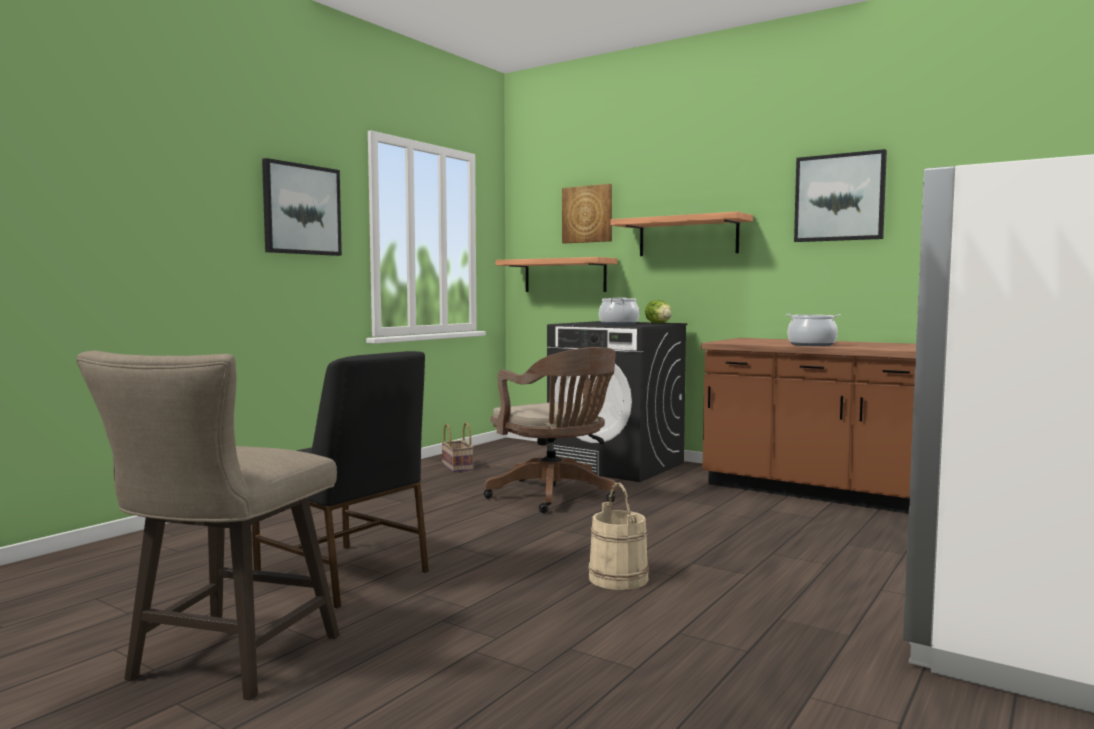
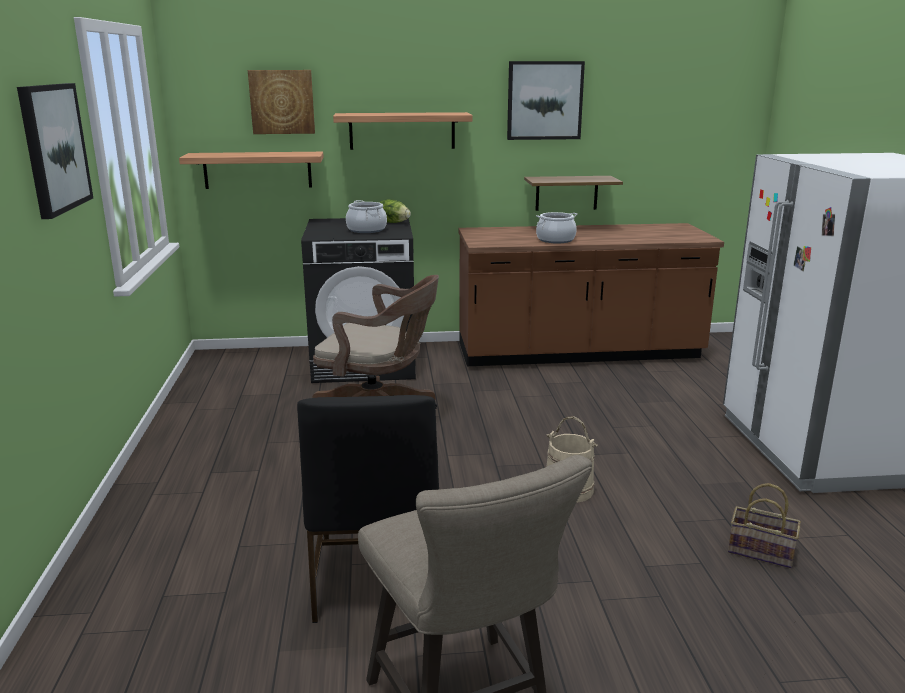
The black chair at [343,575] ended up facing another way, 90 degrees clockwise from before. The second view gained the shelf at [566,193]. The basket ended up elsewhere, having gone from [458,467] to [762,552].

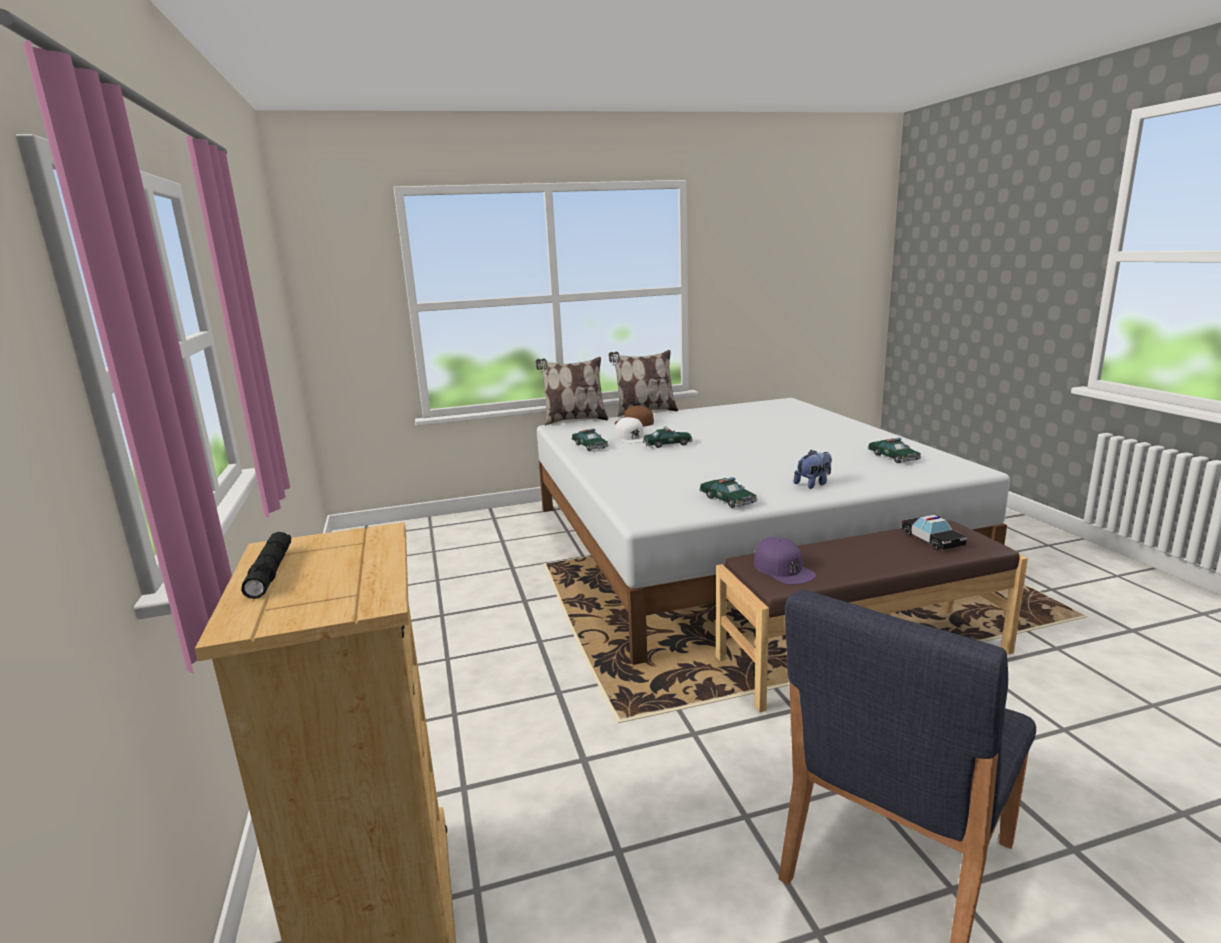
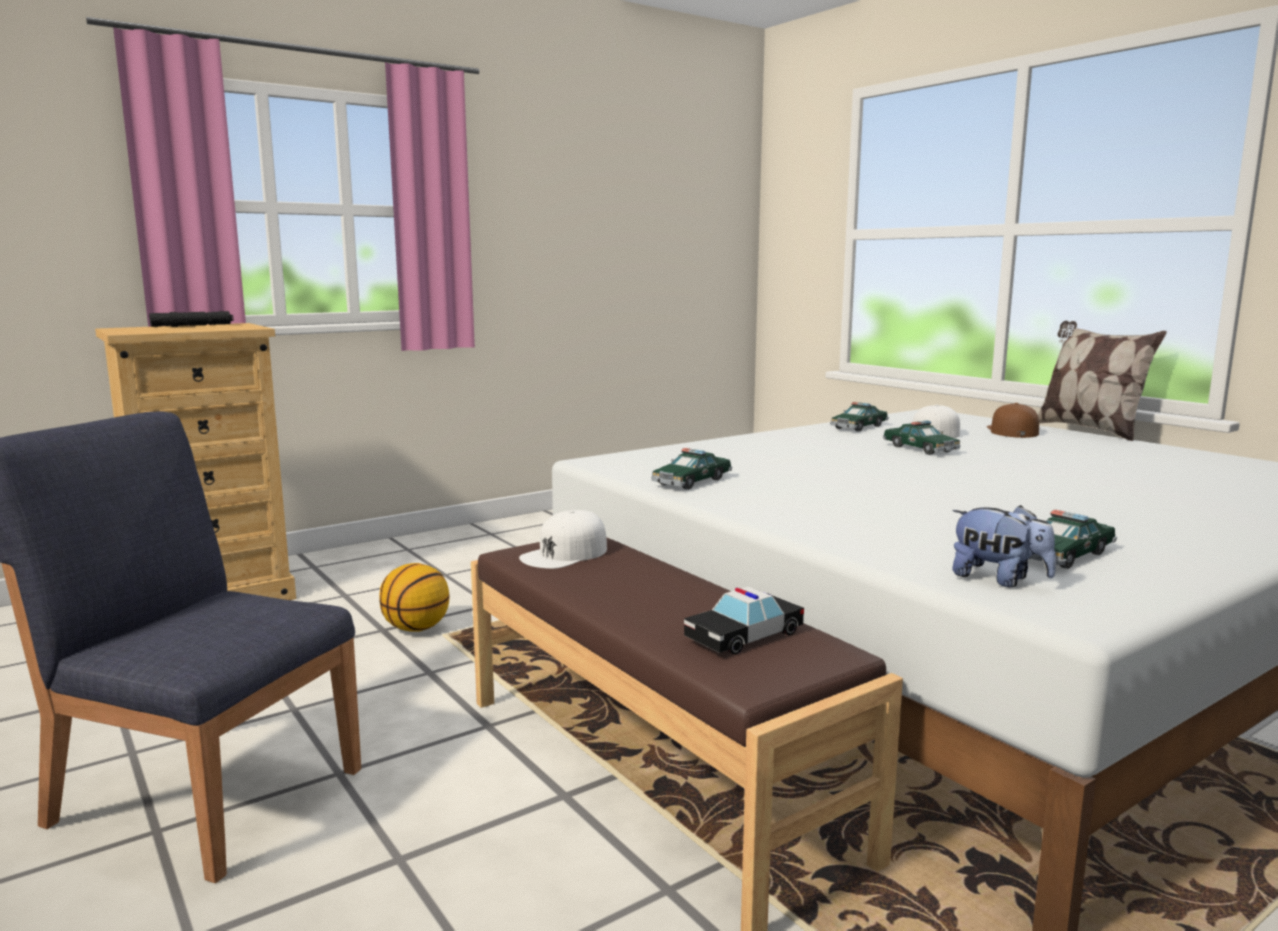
The second view gained the basketball at [416,629]. What was the purple cap at [783,569] turned into the white cap at [565,554]. The plush toy ended up elsewhere, having gone from [813,484] to [998,579]. The second view lost the pillow at [574,420].

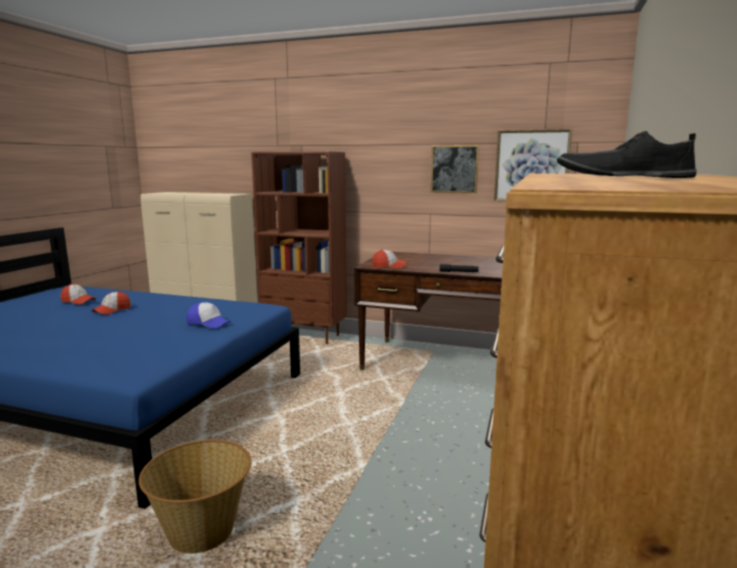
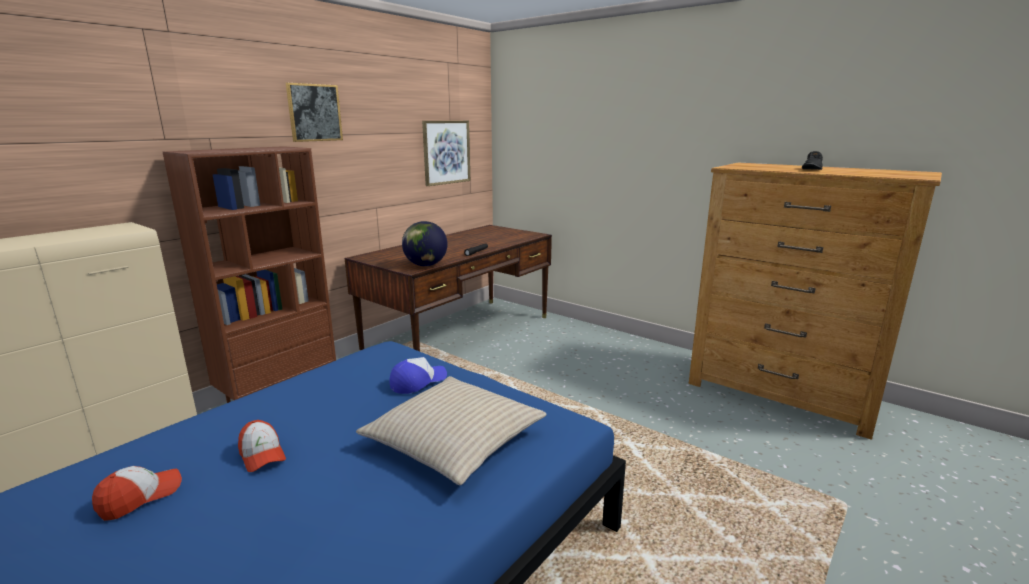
The picture ended up elsewhere, having gone from [454,169] to [314,112]. The second view gained the beige pillow at [454,440]. Where the cap stood at [389,266], the globe came to stand at [425,265]. The second view lost the basket at [202,532].

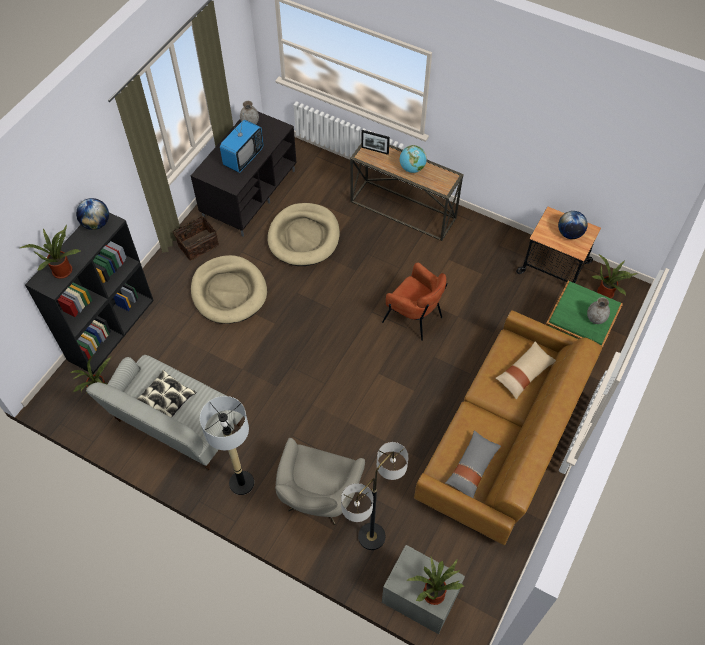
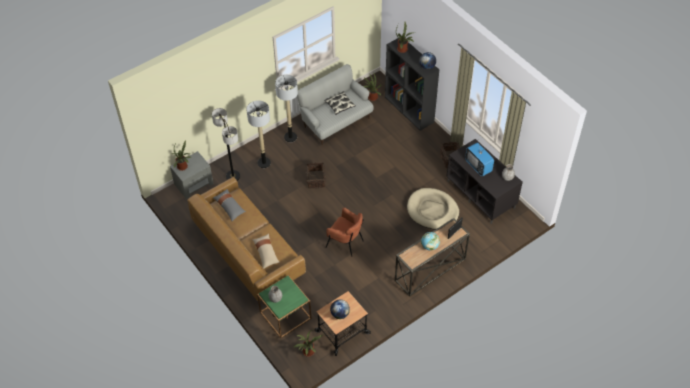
Where the grey armchair stood at [318,499], the floor lamp came to stand at [264,162]. The second view gained the basket at [315,180]. The brown armchair at [414,317] ended up facing another way, 120 degrees counterclockwise from before. The second view lost the beige dog bed at [229,292].

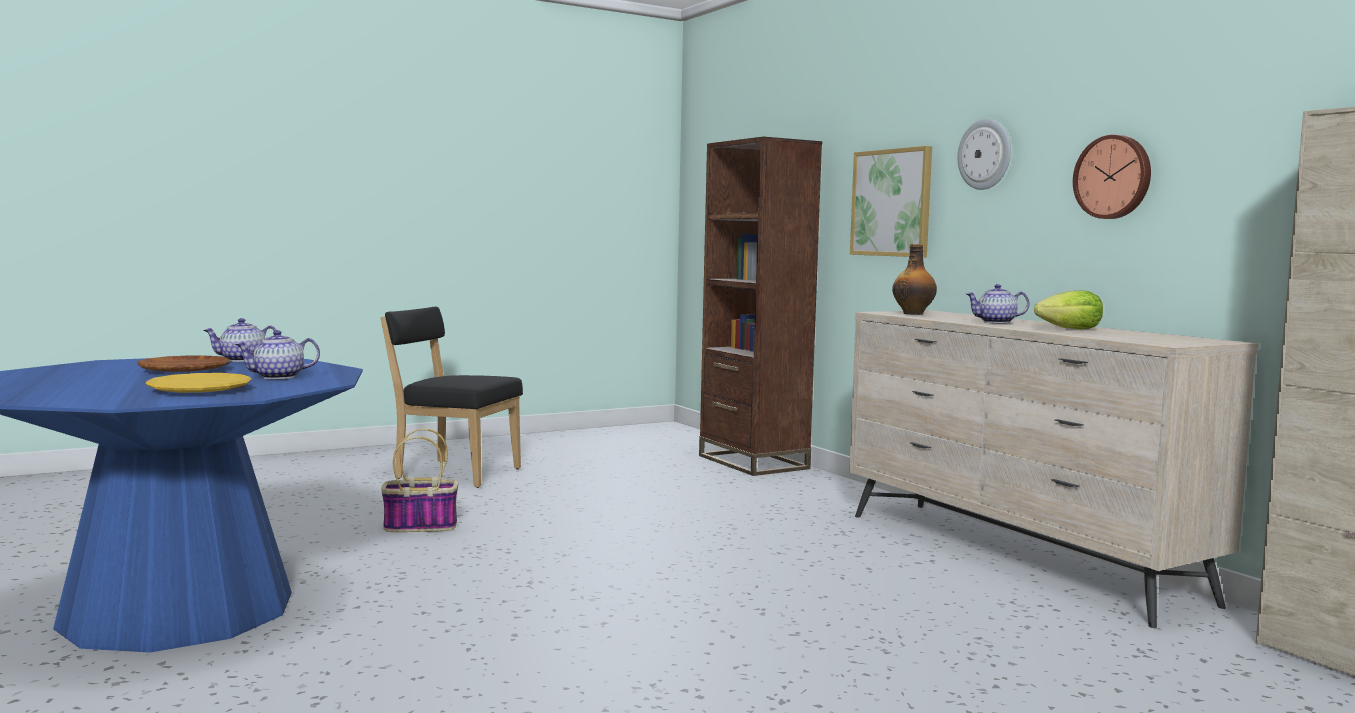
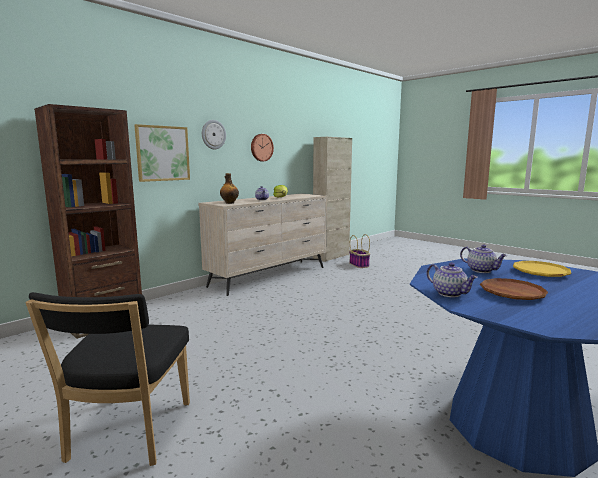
The basket ended up elsewhere, having gone from [419,526] to [359,265].

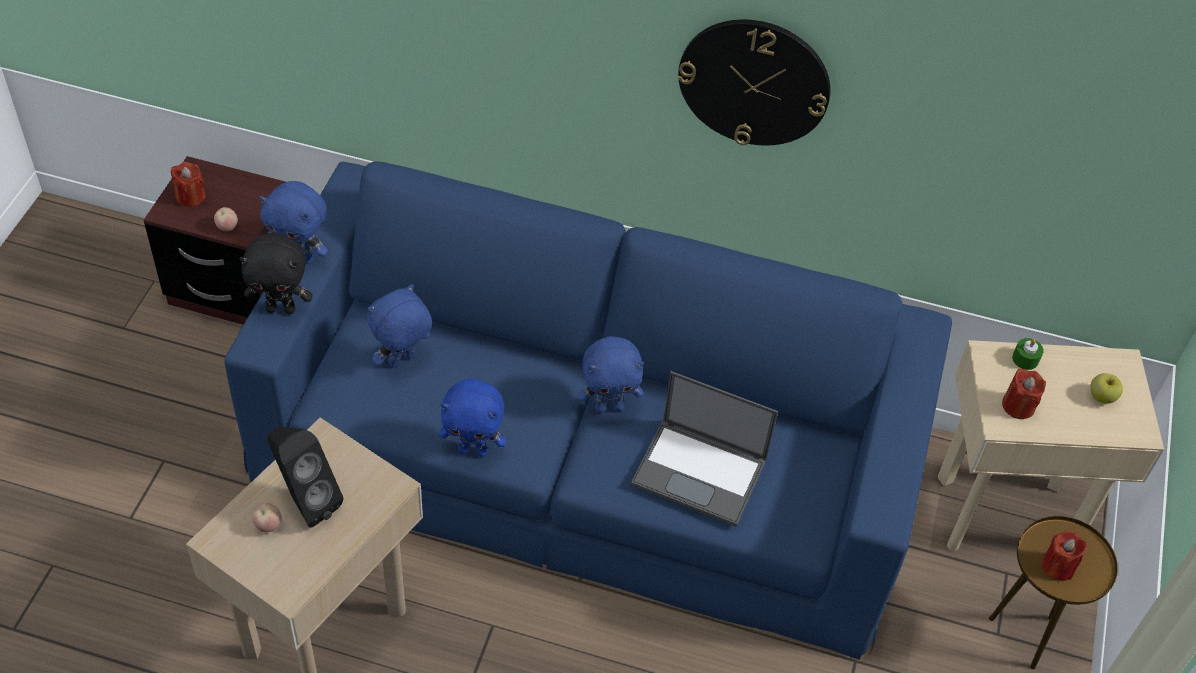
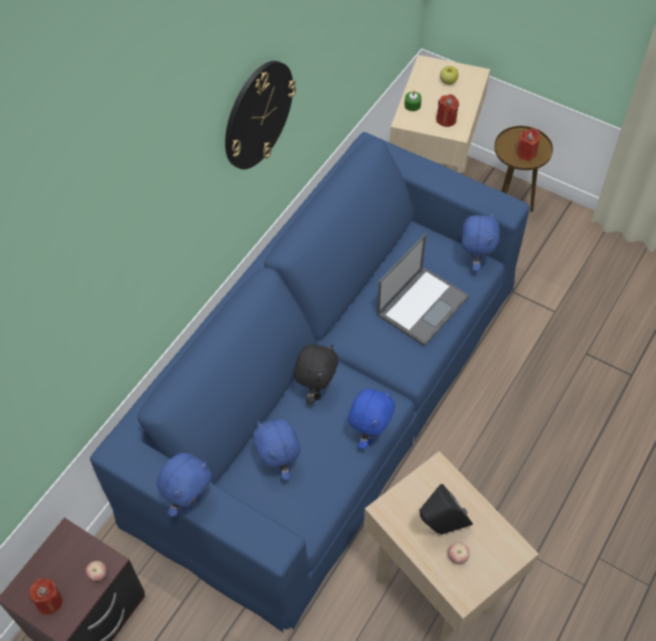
The black plush toy ended up elsewhere, having gone from [281,308] to [316,391]. The blue plush toy ended up elsewhere, having gone from [609,406] to [474,262].

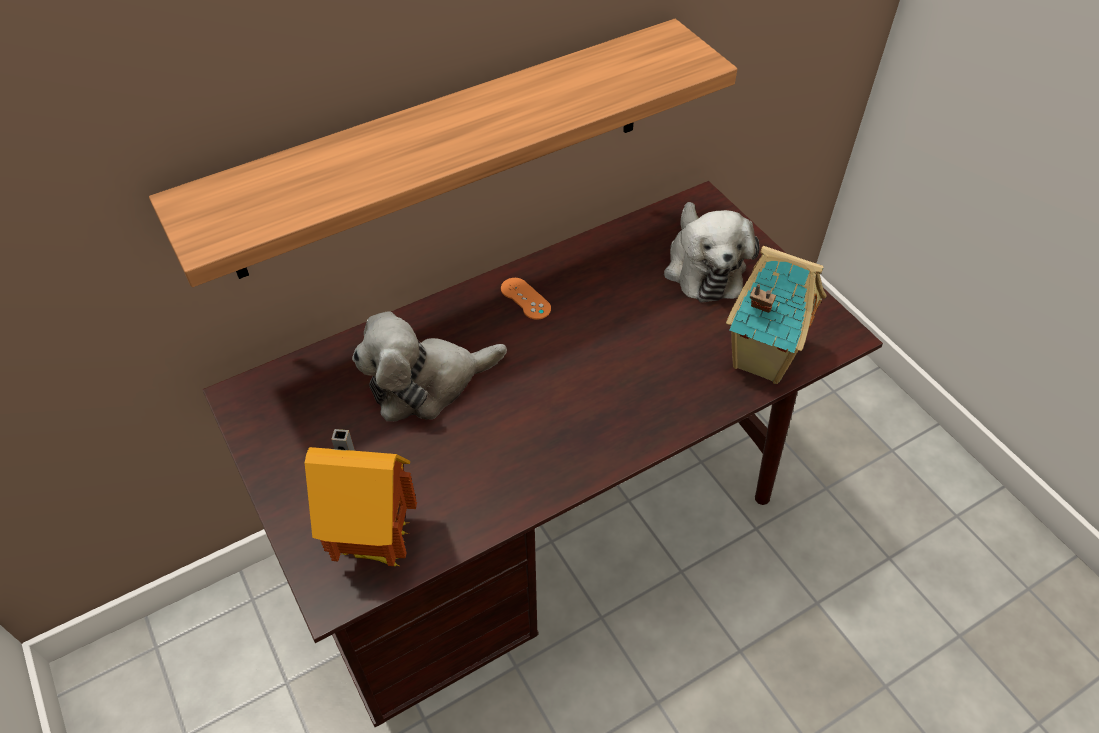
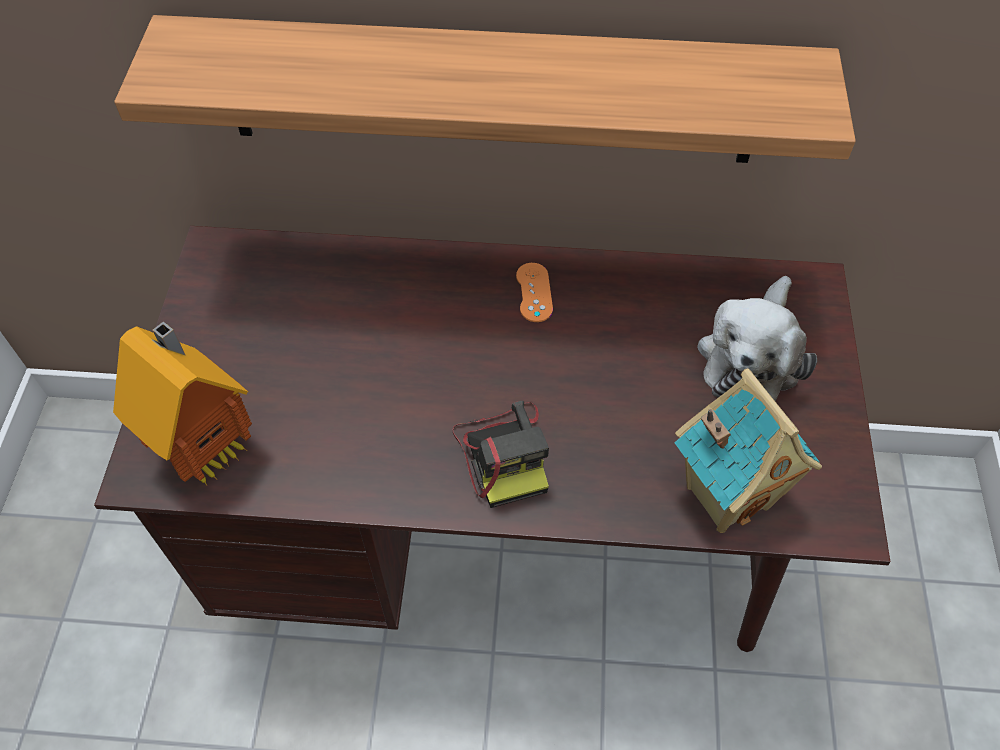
The second view gained the photo camera at [504,453]. The second view lost the plush toy at [427,384].

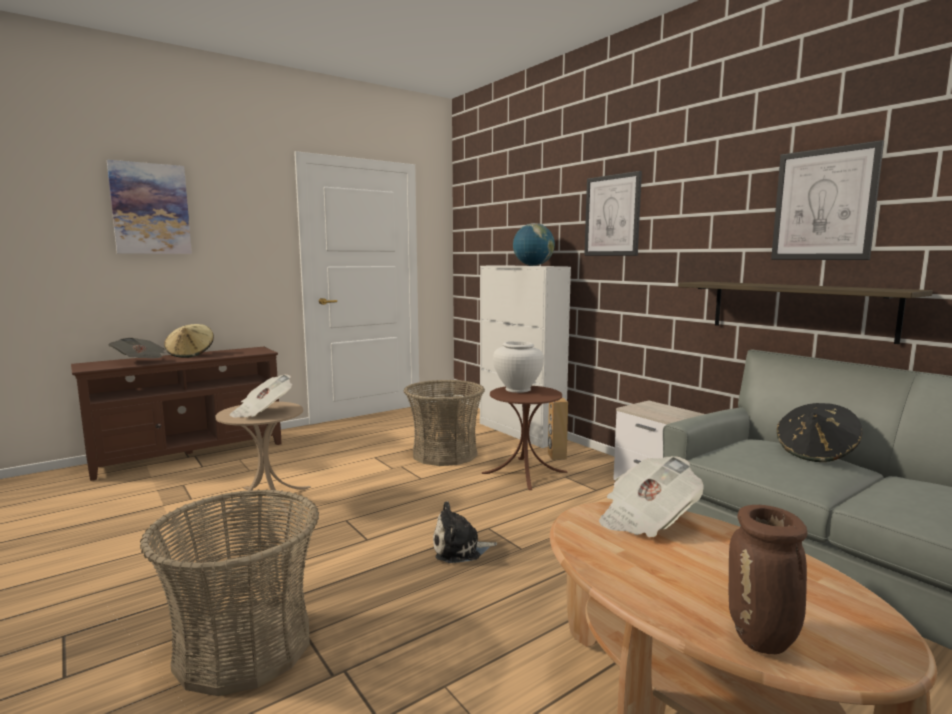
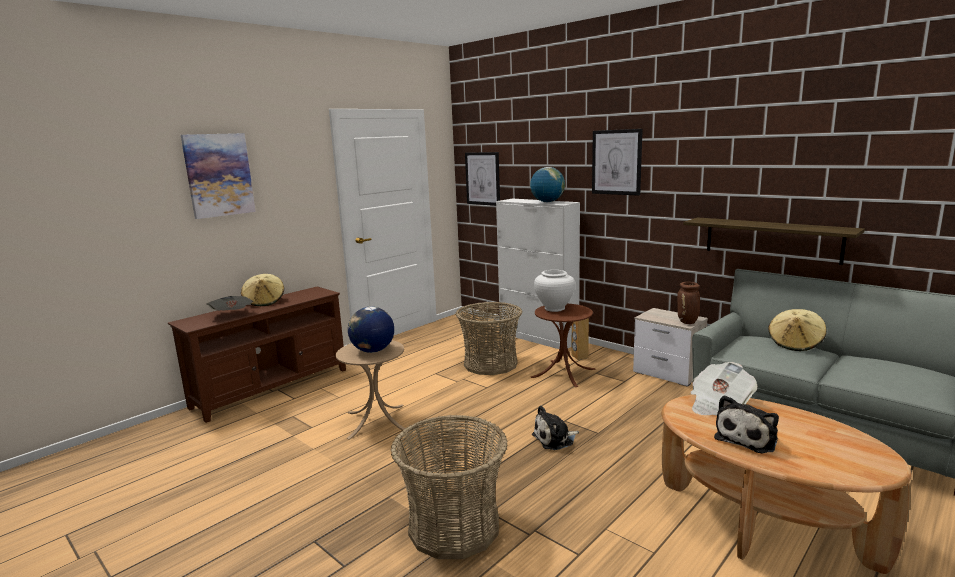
Where the newspaper stood at [262,412], the globe came to stand at [372,351]. The picture ended up elsewhere, having gone from [824,204] to [483,178]. The brown vase ended up elsewhere, having gone from [762,641] to [688,322]. The second view gained the plush toy at [748,438]. What was the black hat at [816,453] turned into the beige hat at [795,344].

